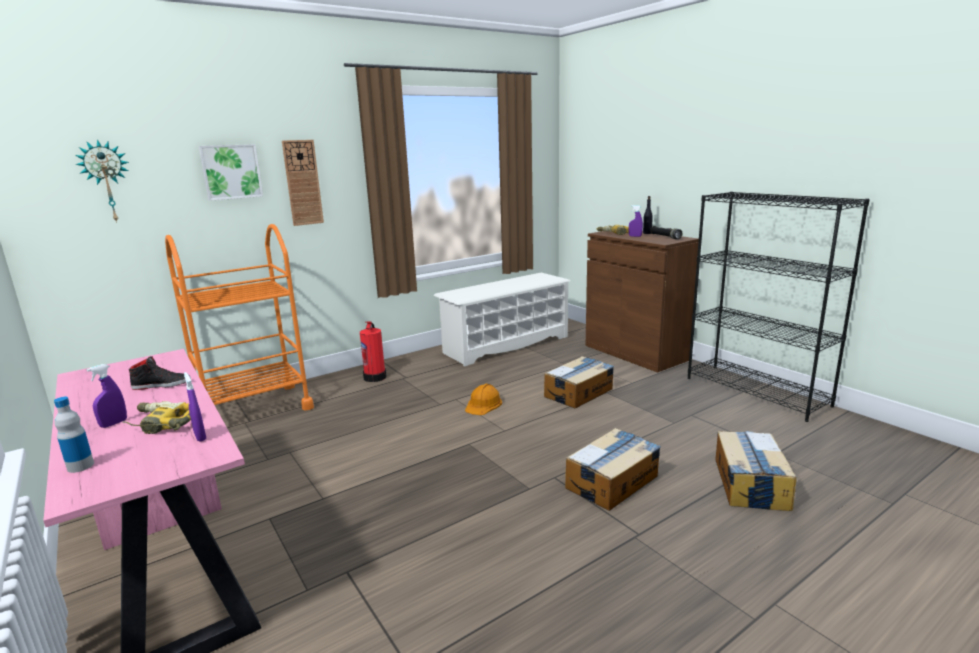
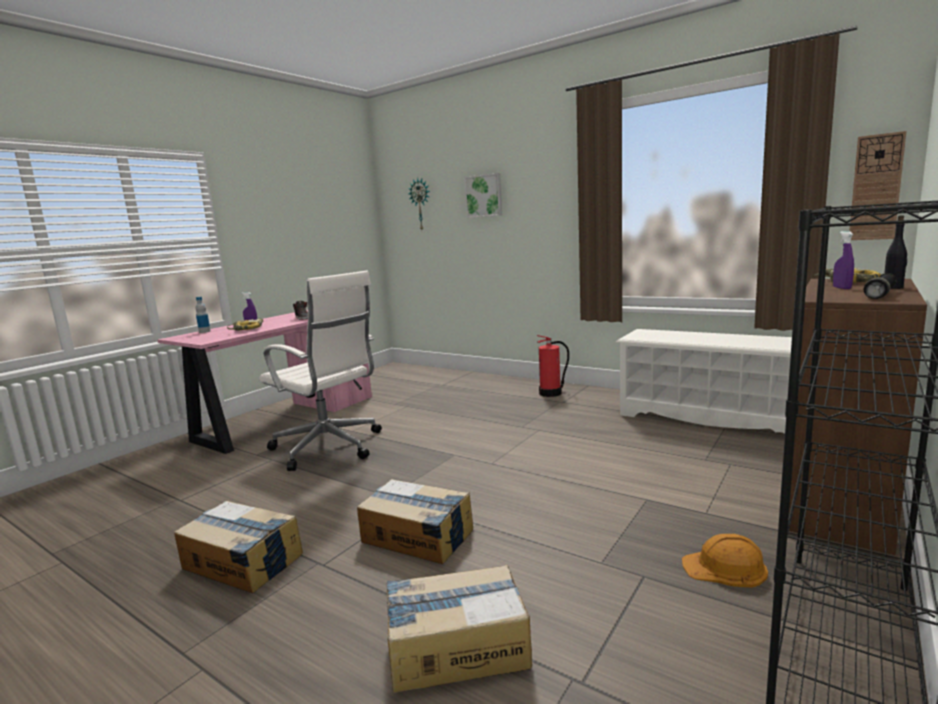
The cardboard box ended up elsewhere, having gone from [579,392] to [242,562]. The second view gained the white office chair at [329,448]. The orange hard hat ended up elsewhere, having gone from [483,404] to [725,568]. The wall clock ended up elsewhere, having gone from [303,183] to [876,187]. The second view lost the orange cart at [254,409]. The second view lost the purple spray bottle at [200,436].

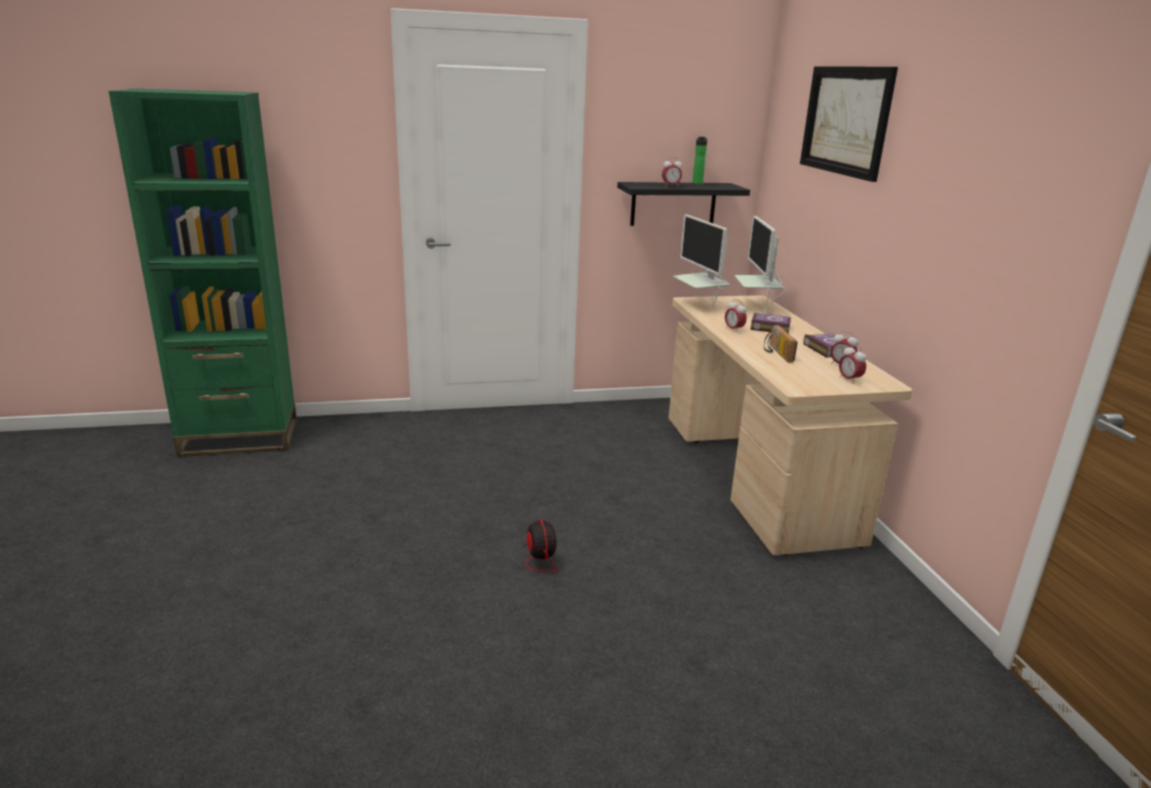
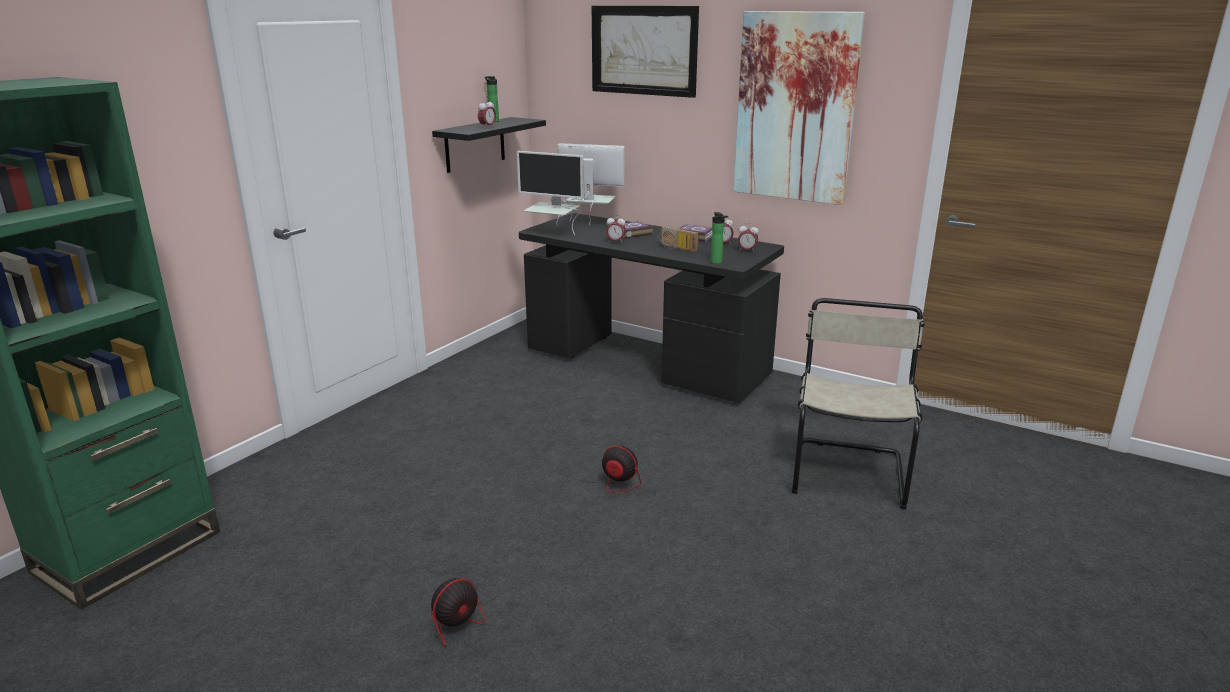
The second view gained the fan at [461,611]. What was the beige desk at [754,477] turned into the black desk at [645,363]. The monitor at [757,307] ended up facing another way, 150 degrees clockwise from before. The second view gained the bottle at [717,262]. The second view gained the picture at [795,108]. The second view gained the beige chair at [848,471].

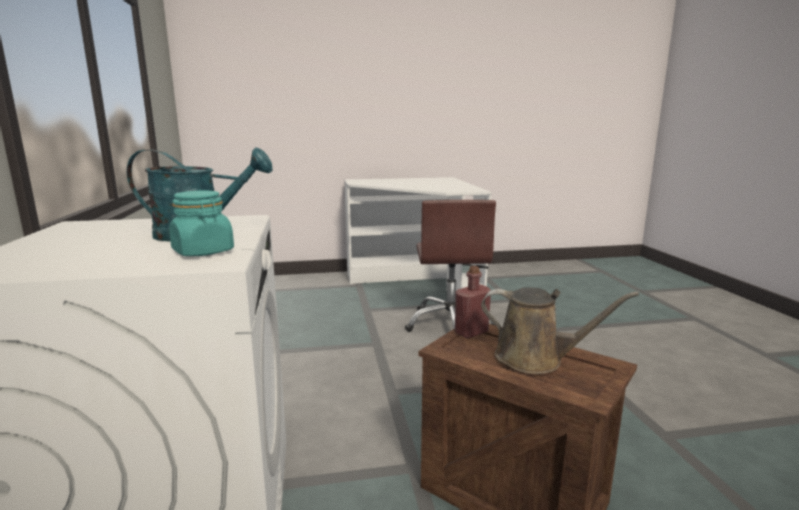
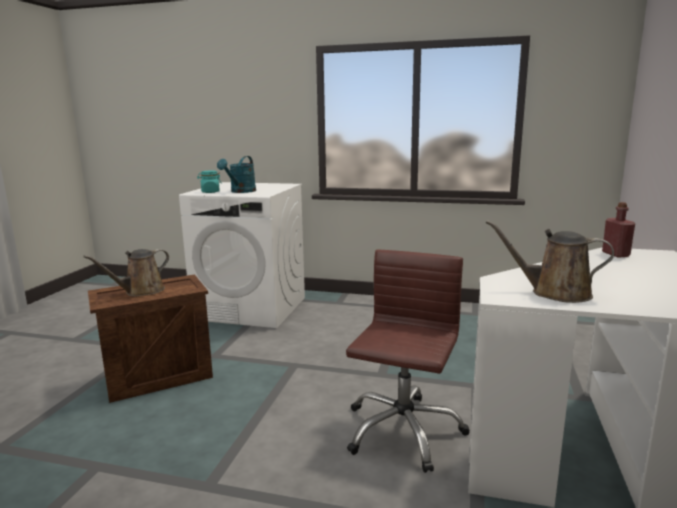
The brown office chair at [450,324] ended up facing another way, 90 degrees clockwise from before. The second view gained the brown watering can at [554,293]. The red bottle ended up elsewhere, having gone from [471,332] to [615,254].

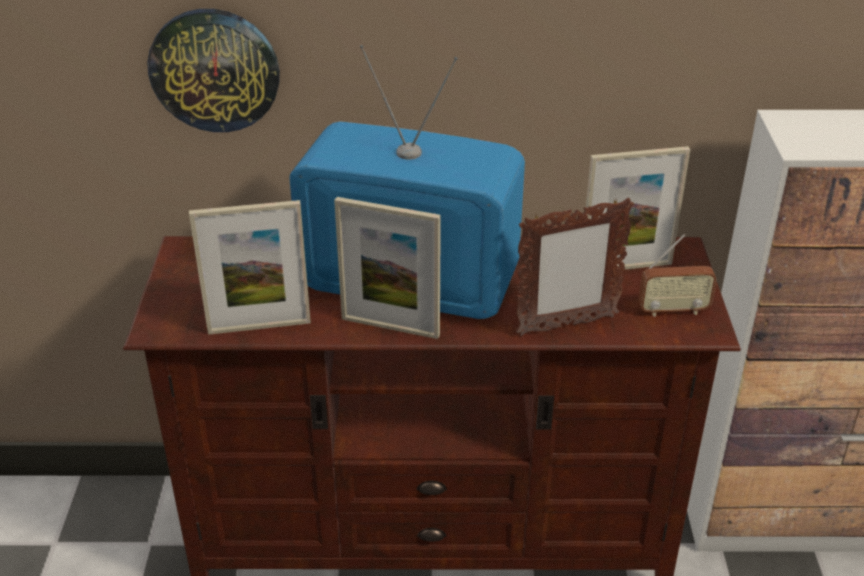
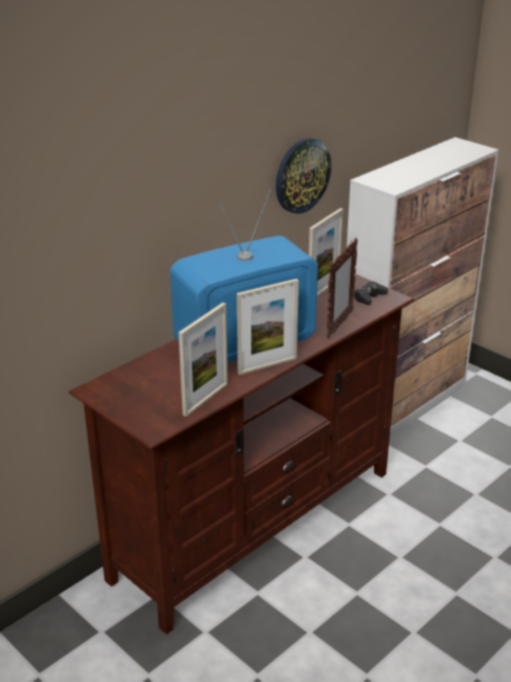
The wall clock ended up elsewhere, having gone from [214,70] to [302,175]. Where the radio stood at [673,310], the black game controller came to stand at [369,297].

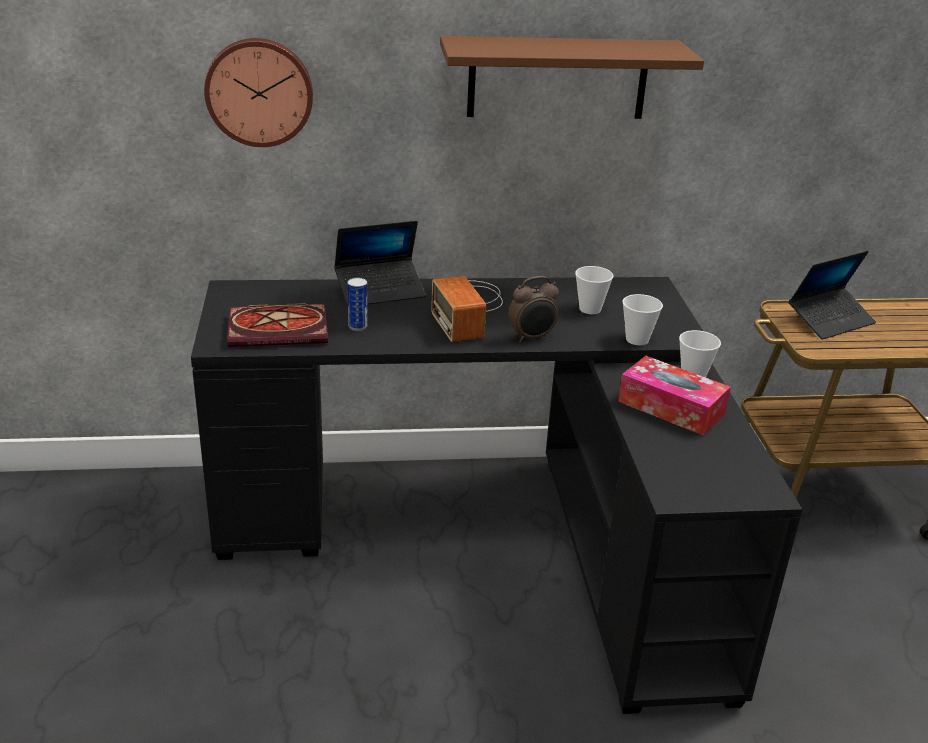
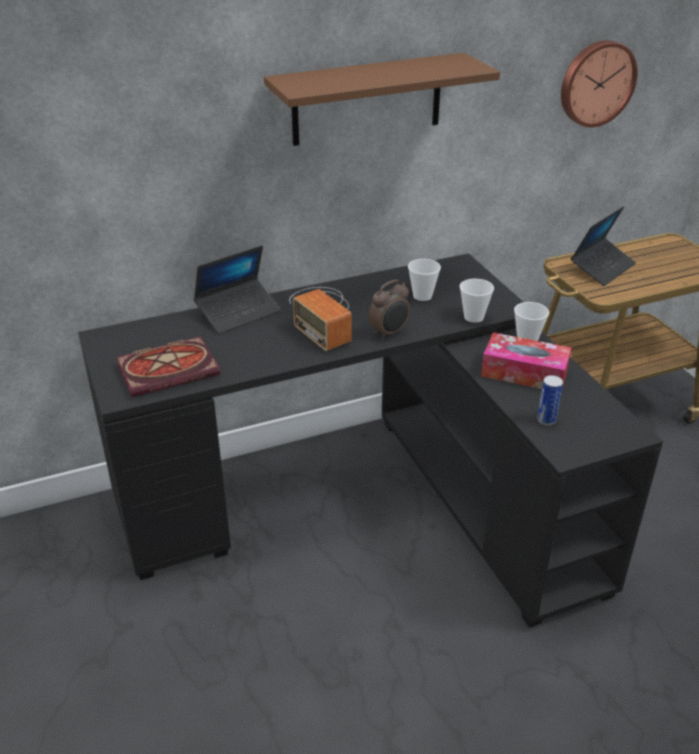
The can ended up elsewhere, having gone from [357,327] to [546,420]. The wall clock ended up elsewhere, having gone from [259,91] to [596,83].

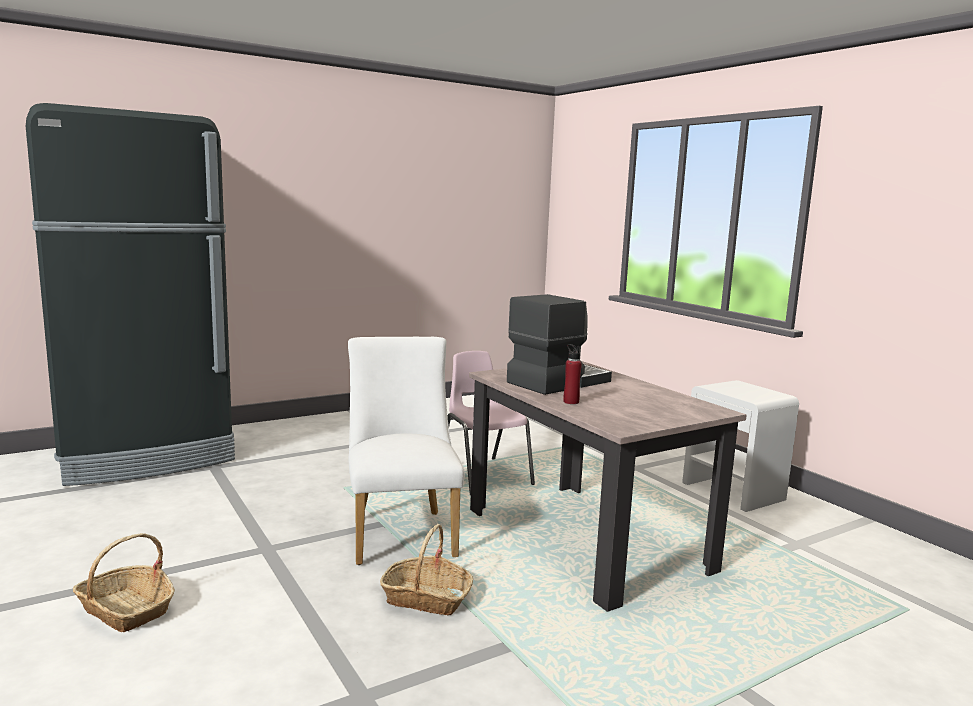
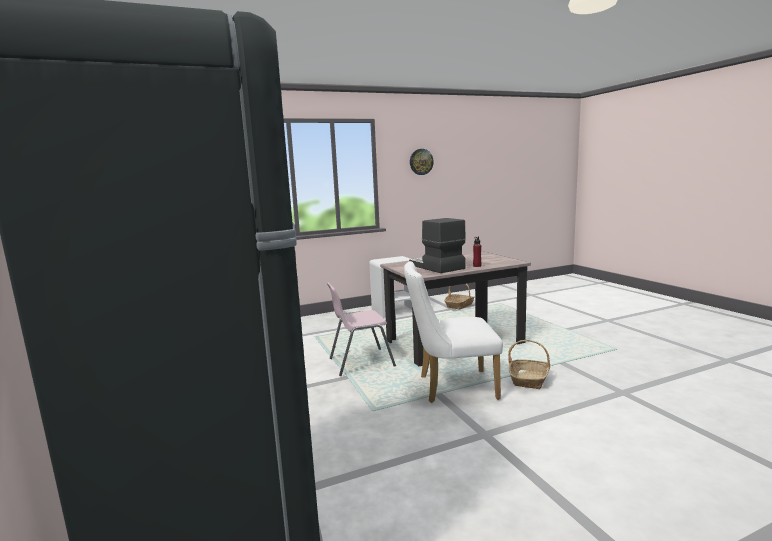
The second view gained the wall clock at [421,162]. The basket ended up elsewhere, having gone from [126,610] to [459,305].

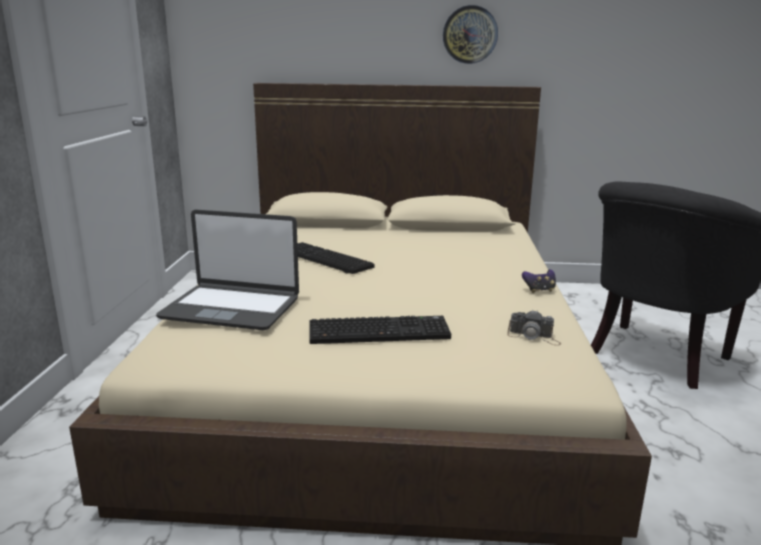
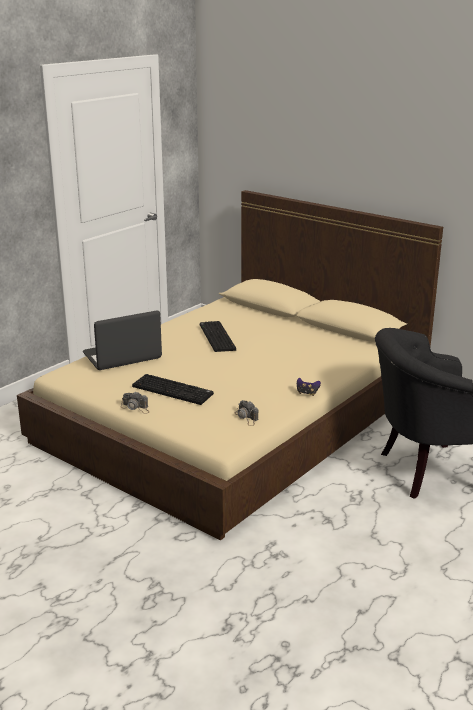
The laptop at [232,308] ended up facing another way, 105 degrees clockwise from before. The second view gained the photo camera at [136,408]. The second view lost the wall clock at [470,34].

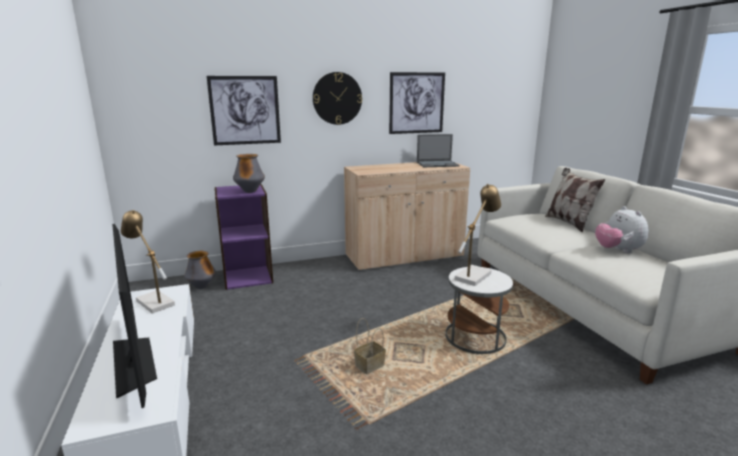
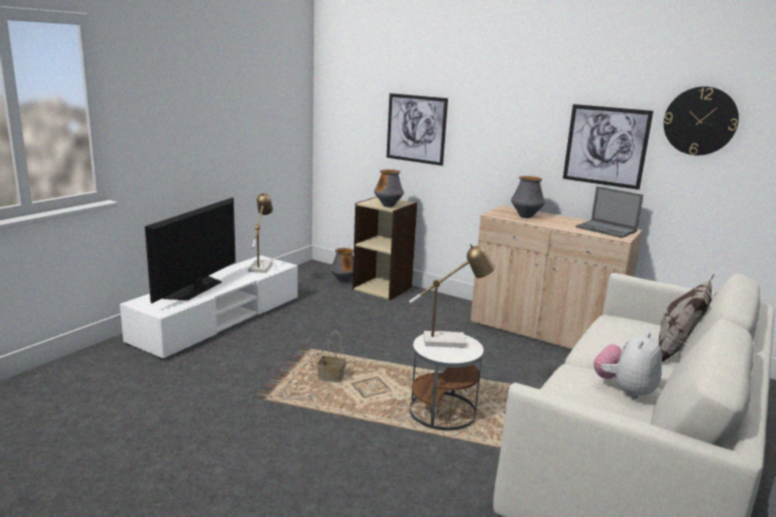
What was the purple bookcase at [248,277] turned into the beige bookcase at [383,288]. The second view gained the vase at [525,216]. The wall clock ended up elsewhere, having gone from [337,98] to [700,121].

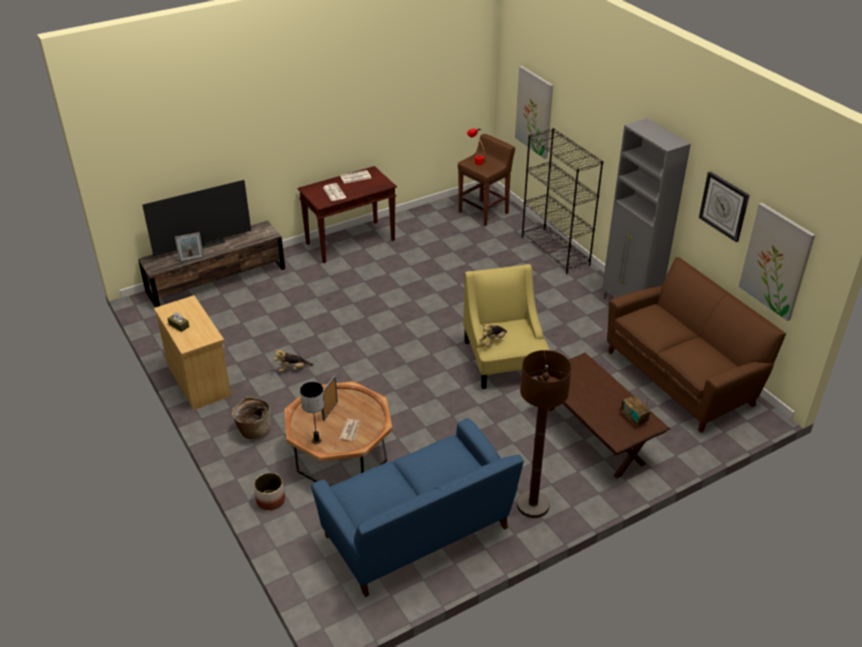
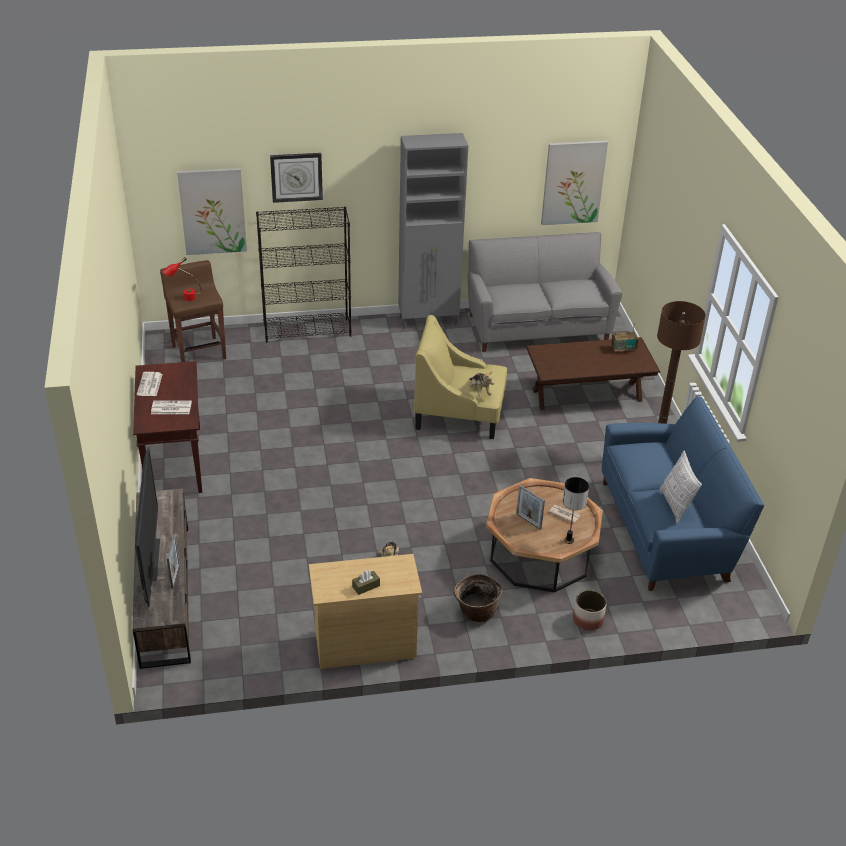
The wall clock ended up elsewhere, having gone from [724,206] to [296,177]. What was the brown sofa at [681,377] turned into the grey sofa at [537,327]. The second view gained the pillow at [675,505].

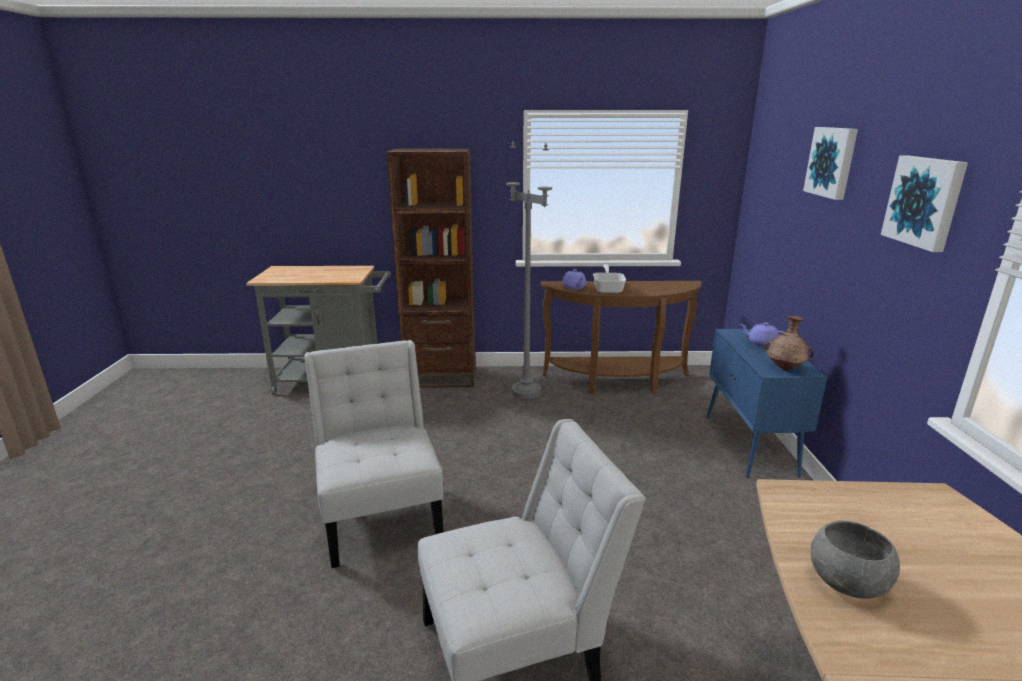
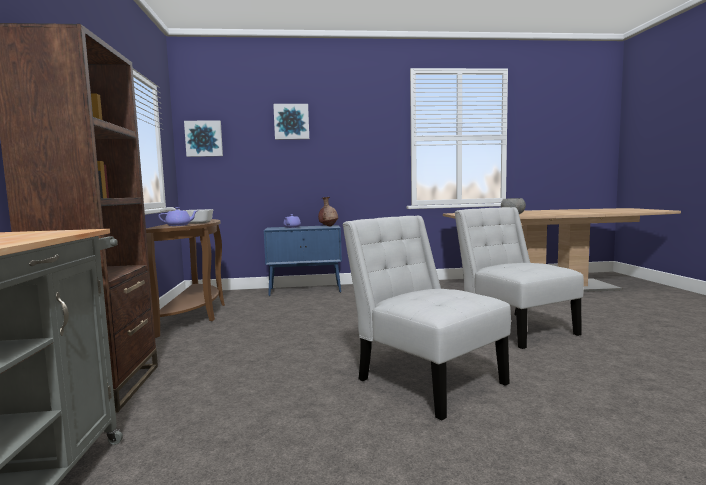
The picture ended up elsewhere, having gone from [925,201] to [204,138]. The white chair at [381,514] ended up facing another way, 75 degrees clockwise from before. The second view lost the grey floor lamp at [526,392].

